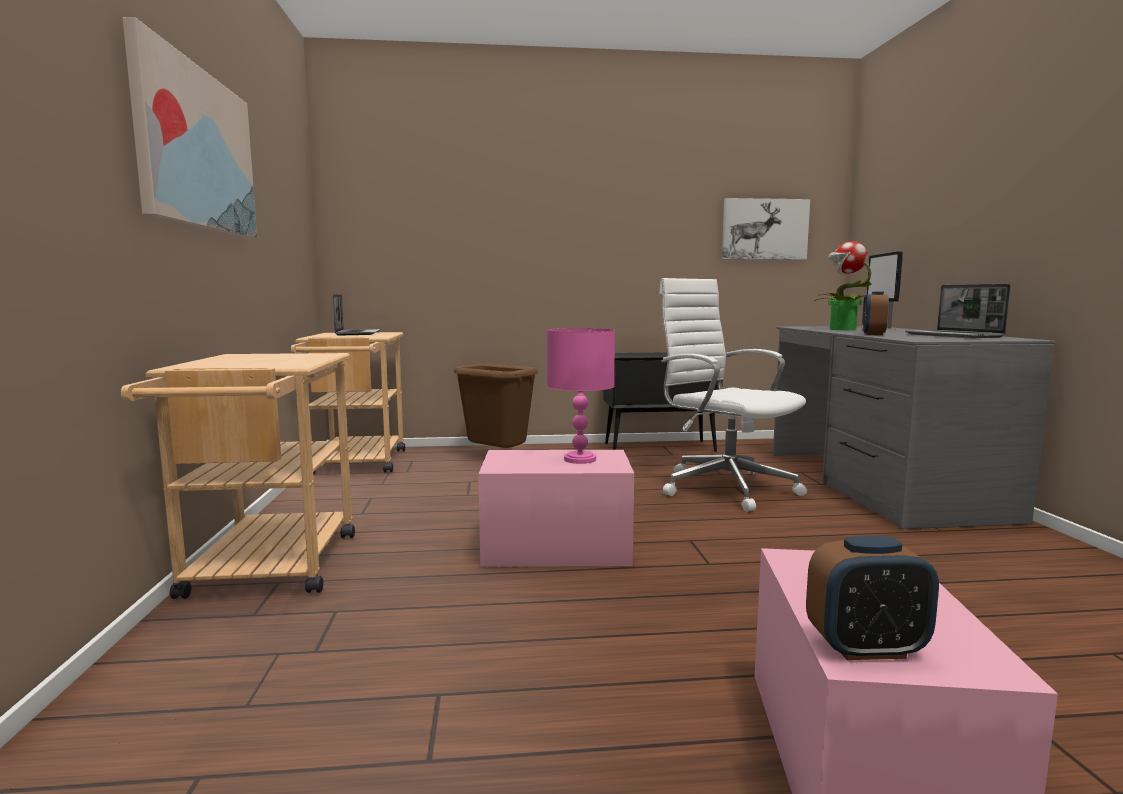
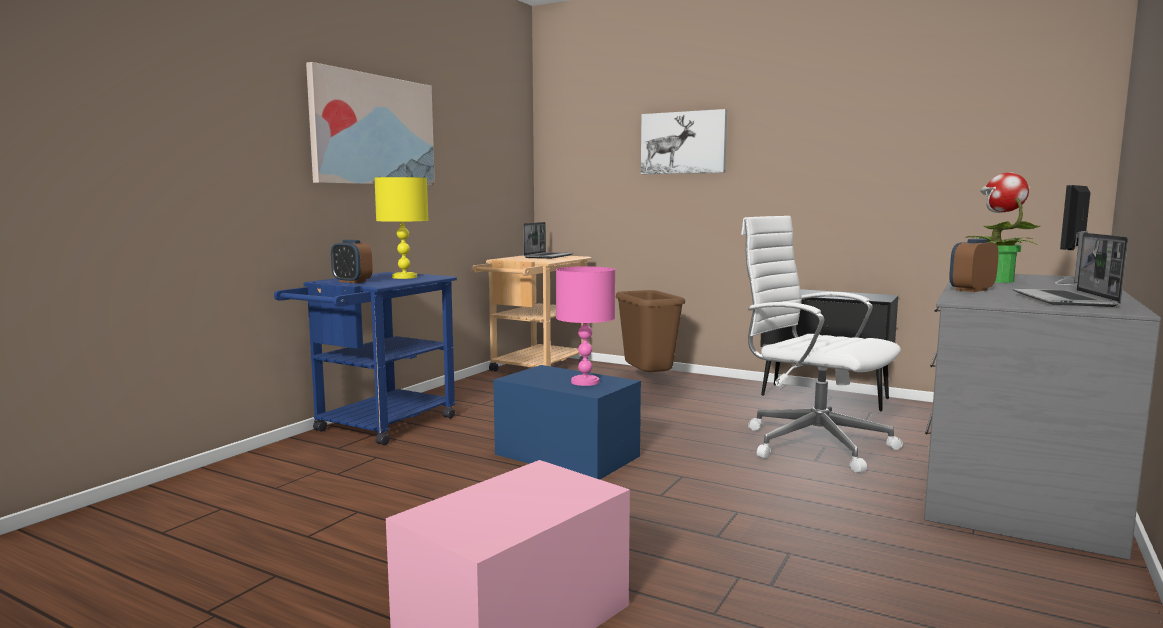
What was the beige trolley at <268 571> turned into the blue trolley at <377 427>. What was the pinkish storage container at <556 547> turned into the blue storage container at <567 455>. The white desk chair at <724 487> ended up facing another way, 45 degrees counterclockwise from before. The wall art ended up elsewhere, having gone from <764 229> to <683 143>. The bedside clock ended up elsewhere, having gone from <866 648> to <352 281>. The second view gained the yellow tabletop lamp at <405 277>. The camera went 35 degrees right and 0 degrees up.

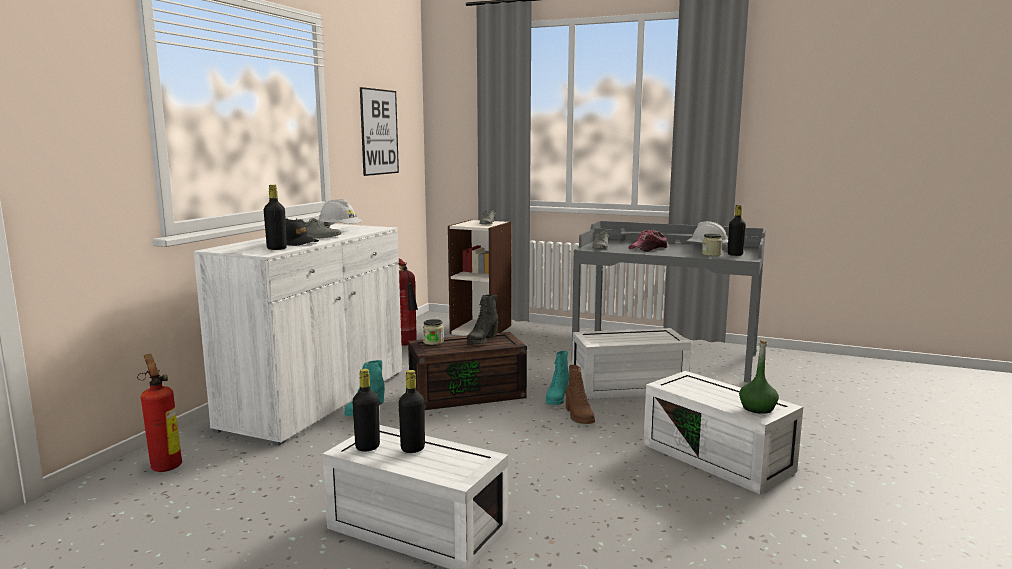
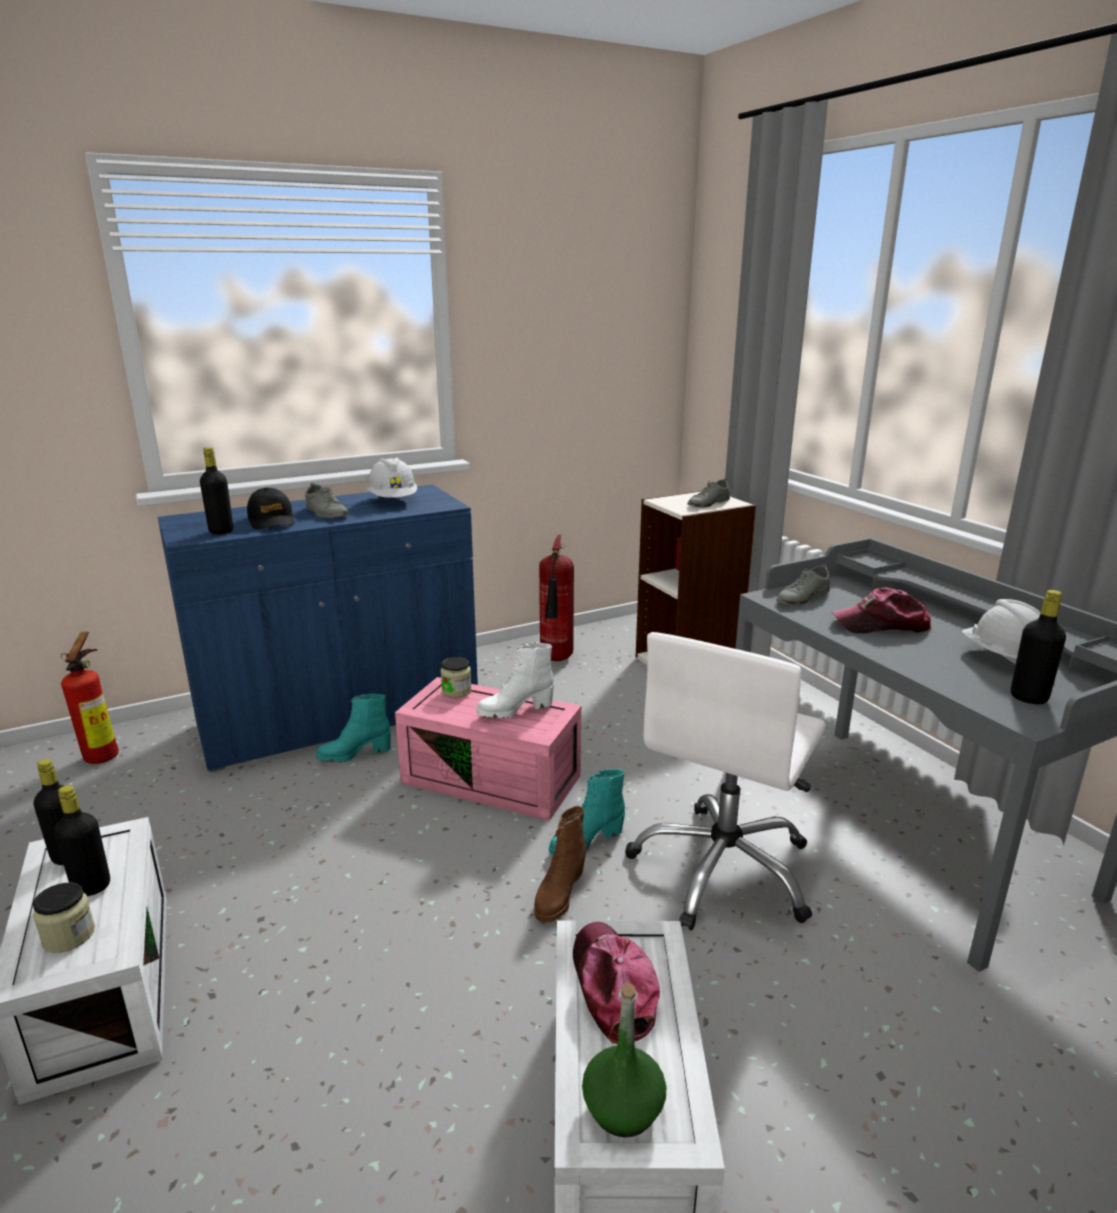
What was the white cabinet at <317 399> turned into the blue cabinet at <340 716>. The second view lost the wall art at <379 132>. What was the brown-coloured storage container at <468 393> turned into the pinkish storage container at <494 778>. What was the black-coloured tall boot at <481 340> turned into the white tall boot at <515 710>. Where the white storage container stood at <627 387>, the white desk chair came to stand at <723 869>. The storage jar ended up elsewhere, having gone from <711 254> to <69 936>. The second view gained the cap at <612 986>. The camera went 40 degrees right and 10 degrees up.

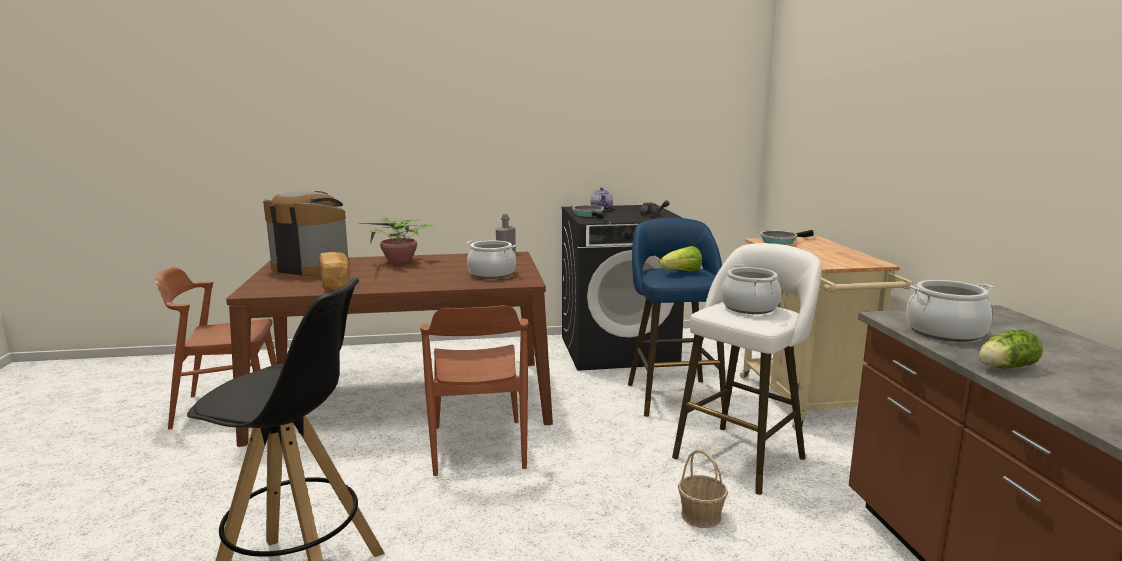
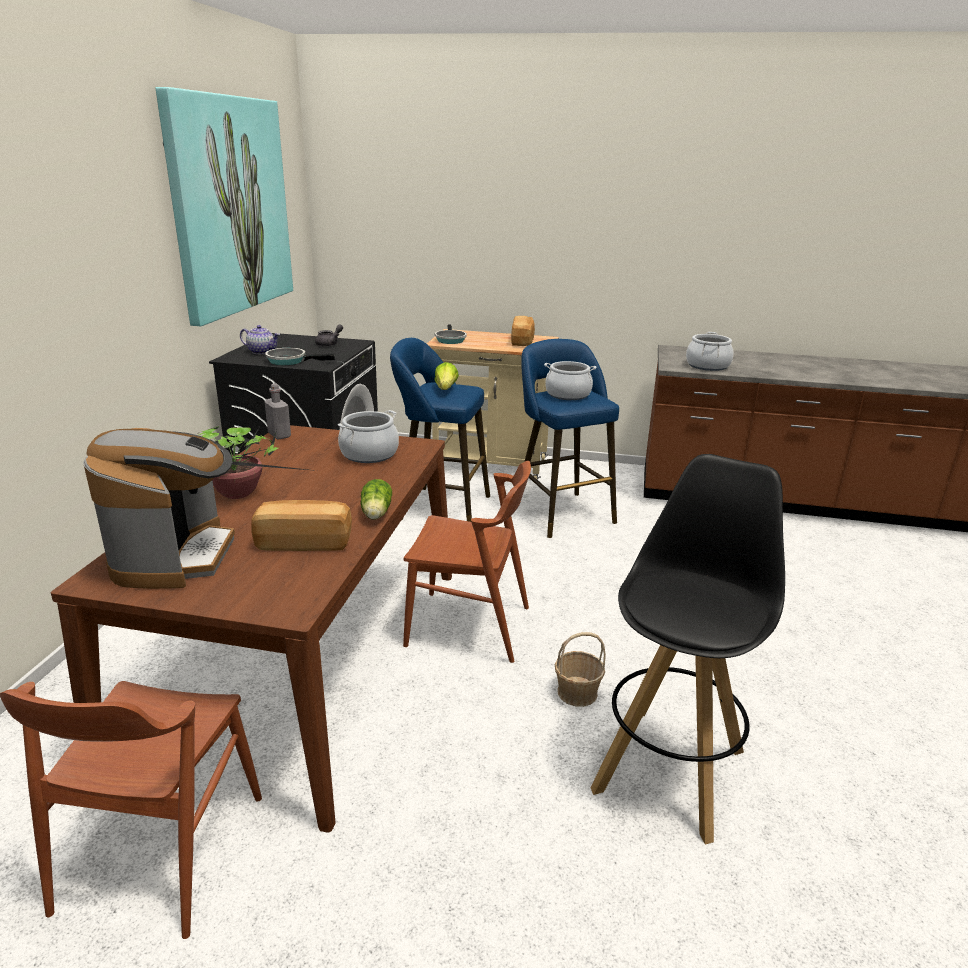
The coffee machine at <311 267> ended up facing another way, 135 degrees clockwise from before. What was the white stool seat at <742 455> turned into the blue stool seat at <560 512>. The storage basket ended up elsewhere, having gone from <701 516> to <577 692>. The head of lettuce ended up elsewhere, having gone from <1003 367> to <376 514>. The second view gained the wall art at <229 206>. The second view gained the bread at <523 341>. The camera went 70 degrees left and 10 degrees up.

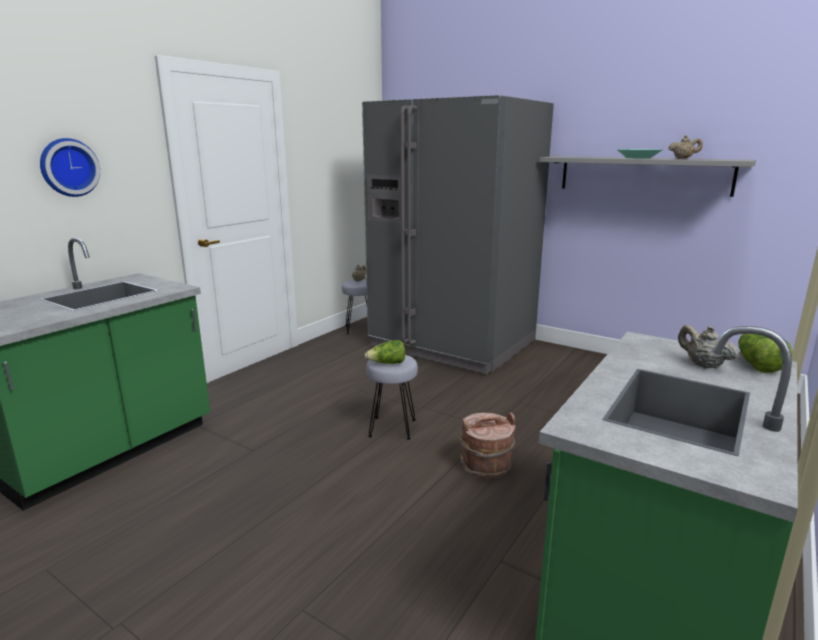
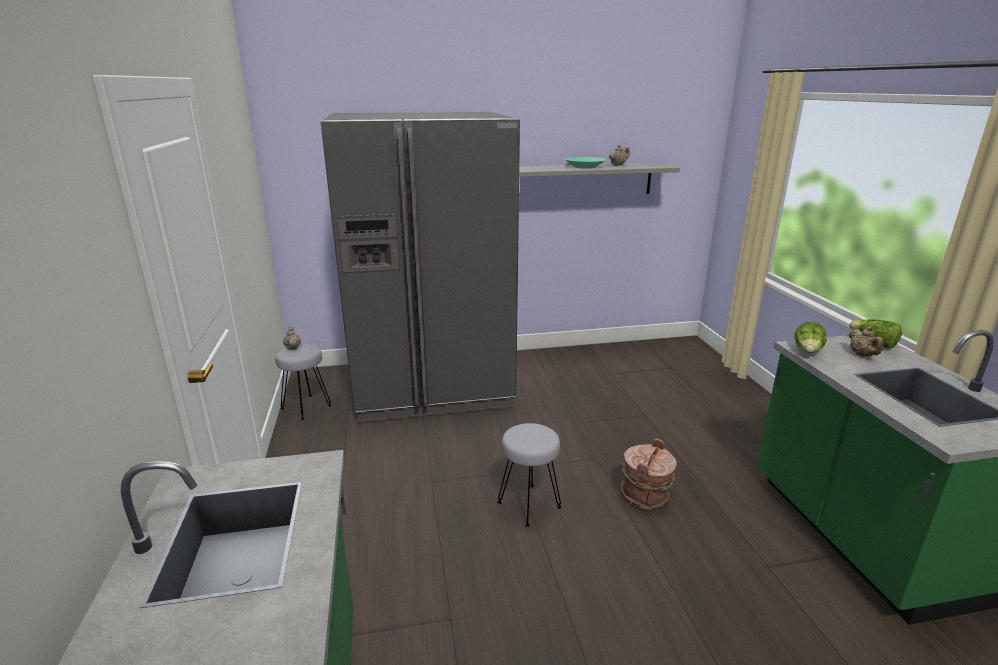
The second view lost the hanging clock at <68 167>. The head of lettuce ended up elsewhere, having gone from <387 363> to <808 351>. The beige pot for tea at <703 365> ended up facing another way, 105 degrees counterclockwise from before. The camera went 45 degrees left and 5 degrees up.

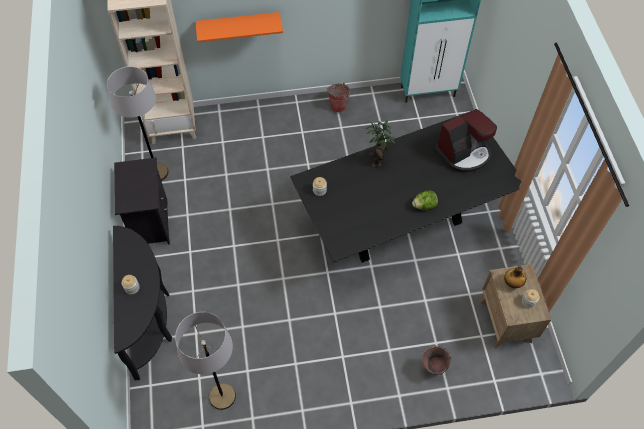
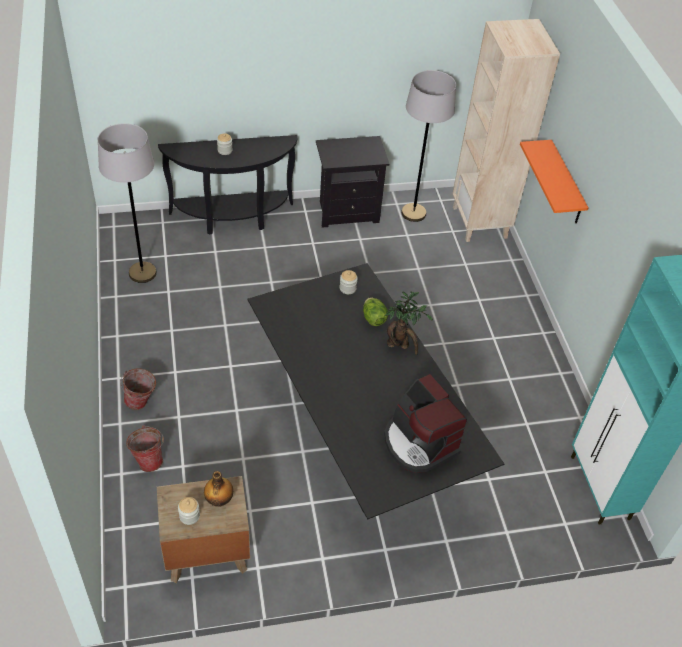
The water bucket ended up elsewhere, having gone from <338 105> to <141 402>. The head of lettuce ended up elsewhere, having gone from <424 205> to <373 319>. The camera went 85 degrees right and 10 degrees down.

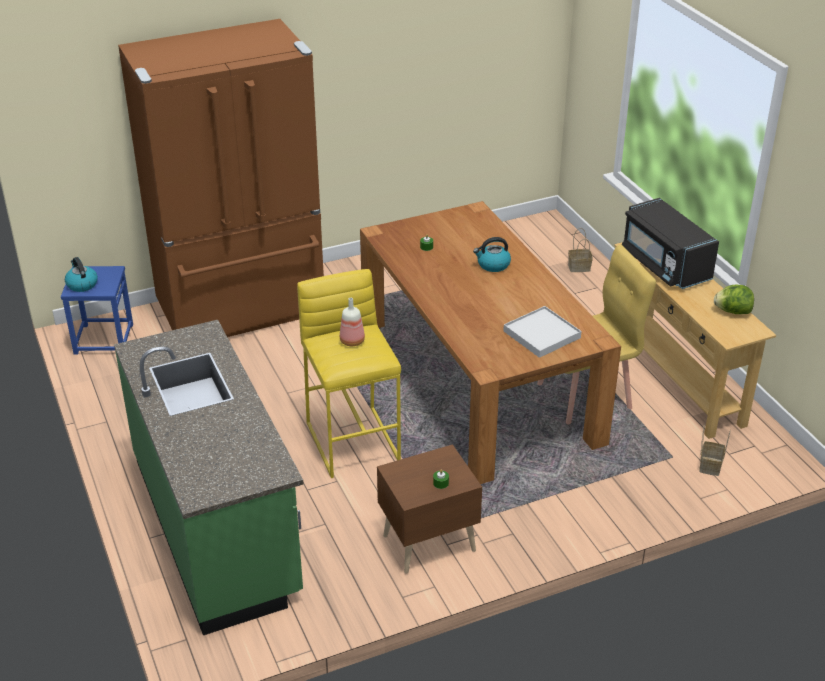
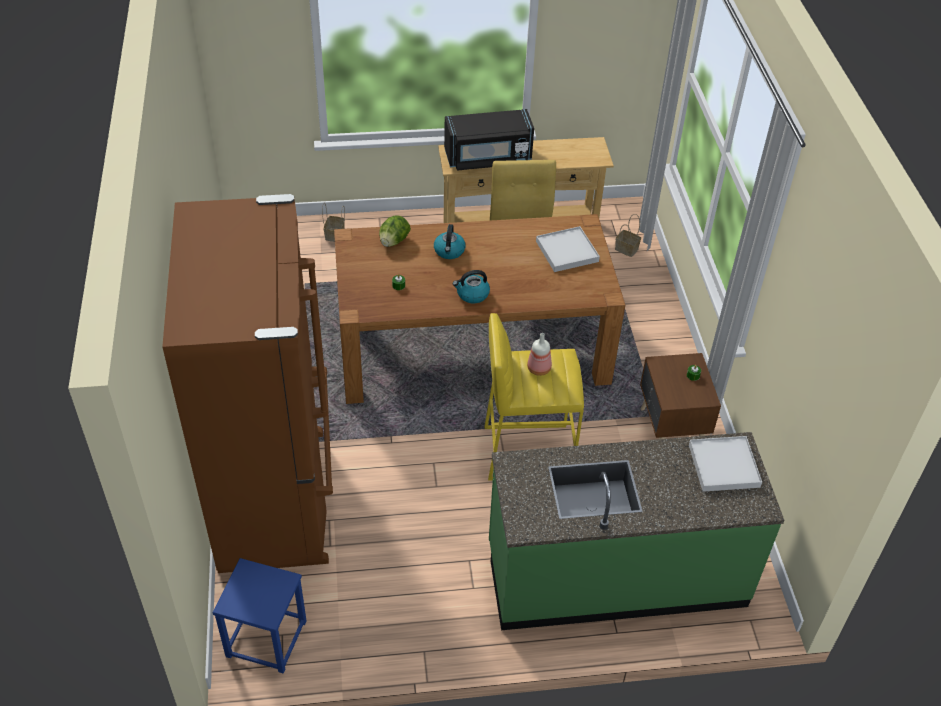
The kettle ended up elsewhere, having gone from <81 284> to <472 294>. The head of lettuce ended up elsewhere, having gone from <732 311> to <394 241>. The second view gained the white serving tray at <724 466>. The camera went 75 degrees left and 10 degrees up.

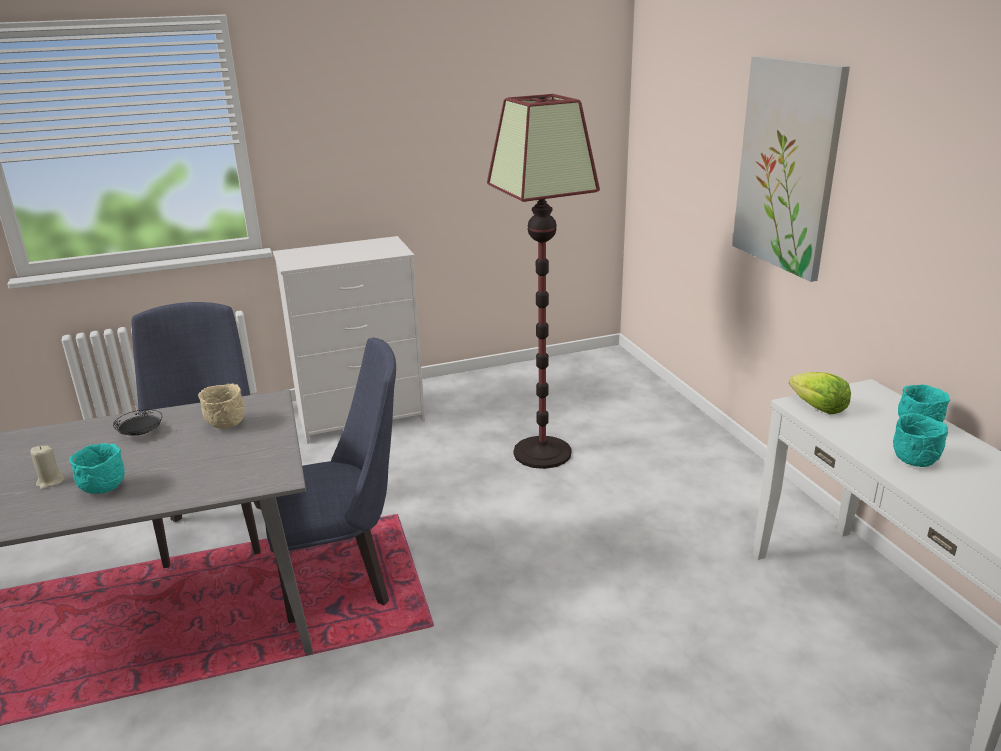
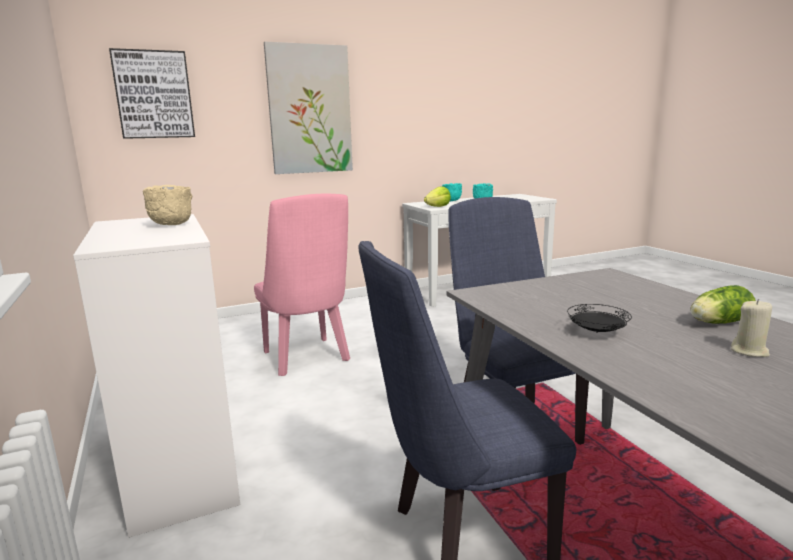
Where the blue-green deep dish stood at <103 490>, the head of lettuce came to stand at <717 323>. The beige deep dish ended up elsewhere, having gone from <227 424> to <170 225>. Where the standard lamp stood at <541 453>, the pinkish chair came to stand at <308 359>. The second view gained the wall art at <154 95>. The camera went 95 degrees left and 10 degrees down.

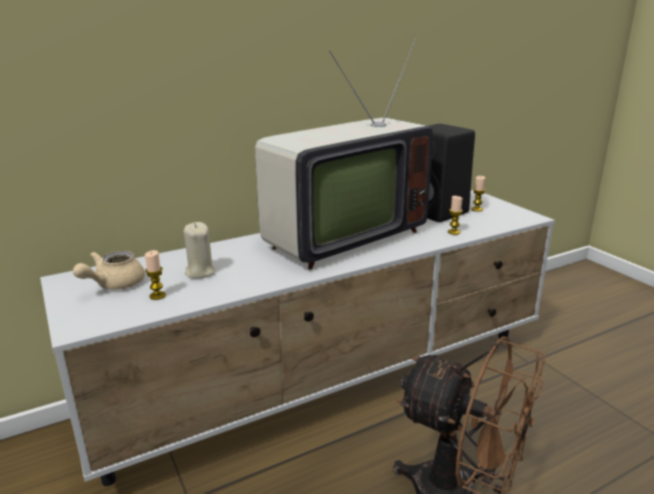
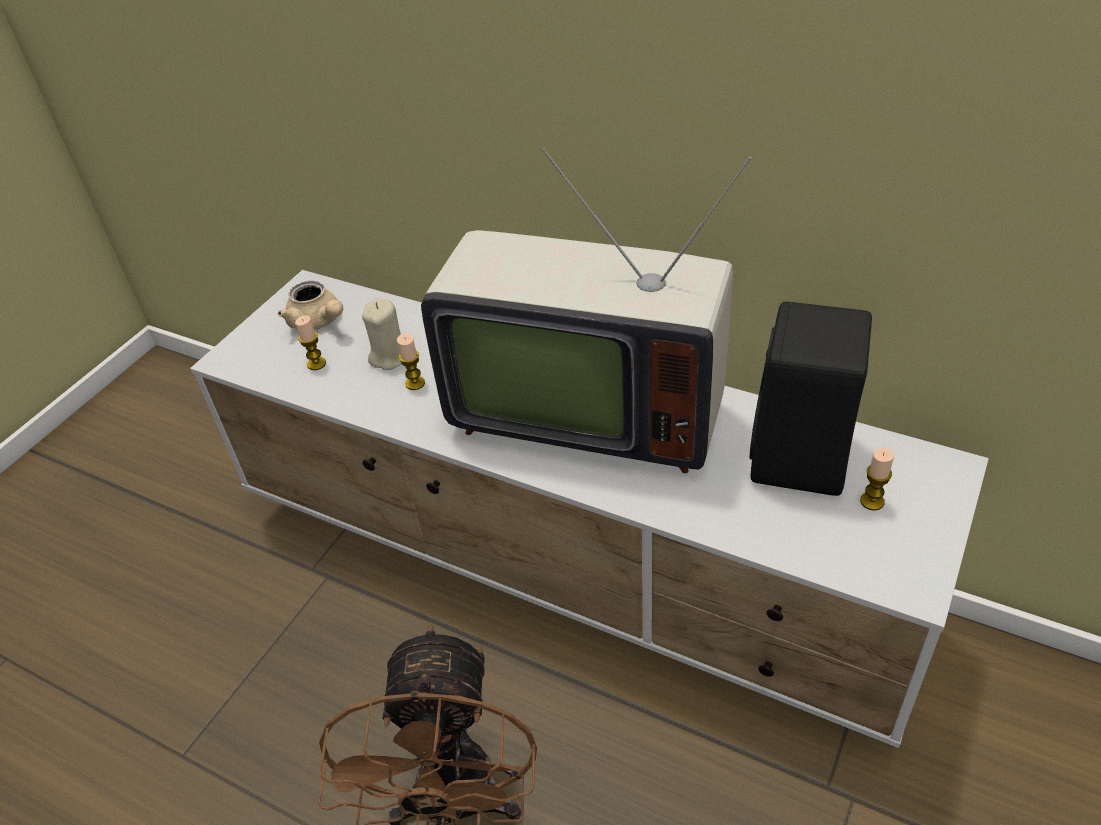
The beige pot for tea at <114 285> ended up facing another way, 135 degrees counterclockwise from before. The wax light ended up elsewhere, having gone from <454 232> to <415 383>. The camera went 60 degrees right and 20 degrees up.

